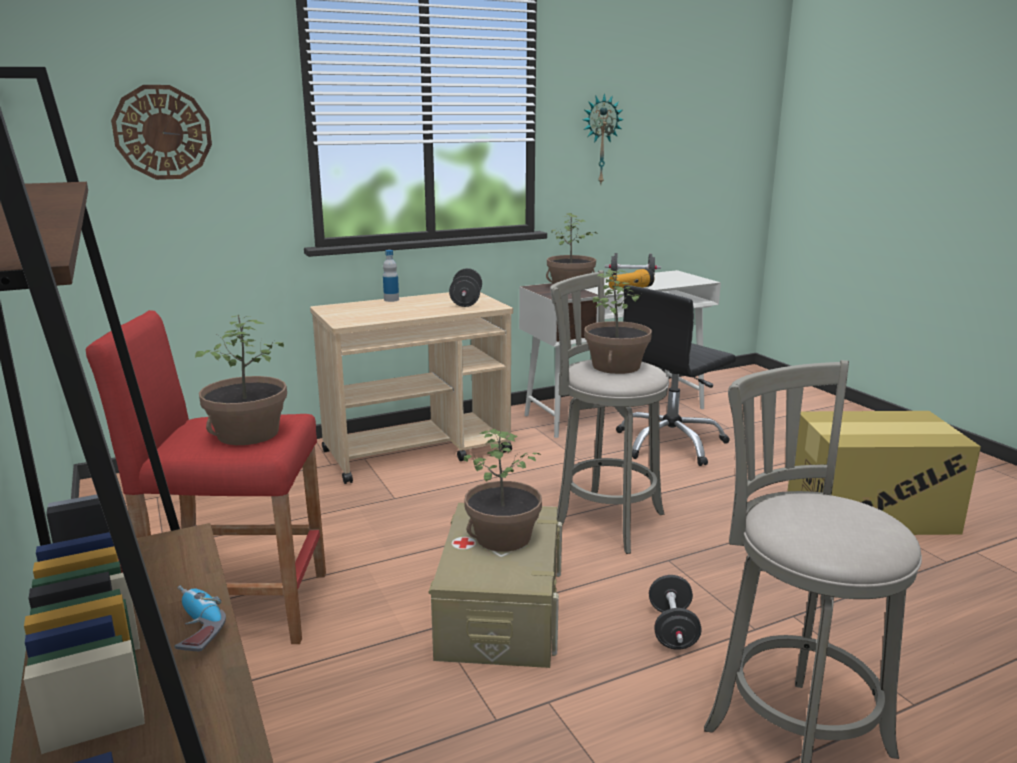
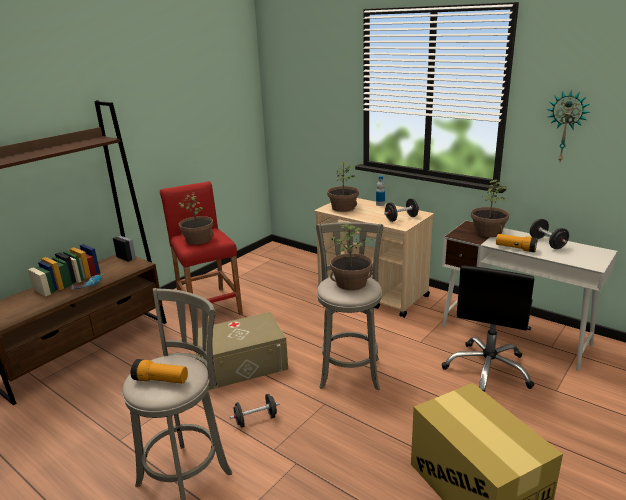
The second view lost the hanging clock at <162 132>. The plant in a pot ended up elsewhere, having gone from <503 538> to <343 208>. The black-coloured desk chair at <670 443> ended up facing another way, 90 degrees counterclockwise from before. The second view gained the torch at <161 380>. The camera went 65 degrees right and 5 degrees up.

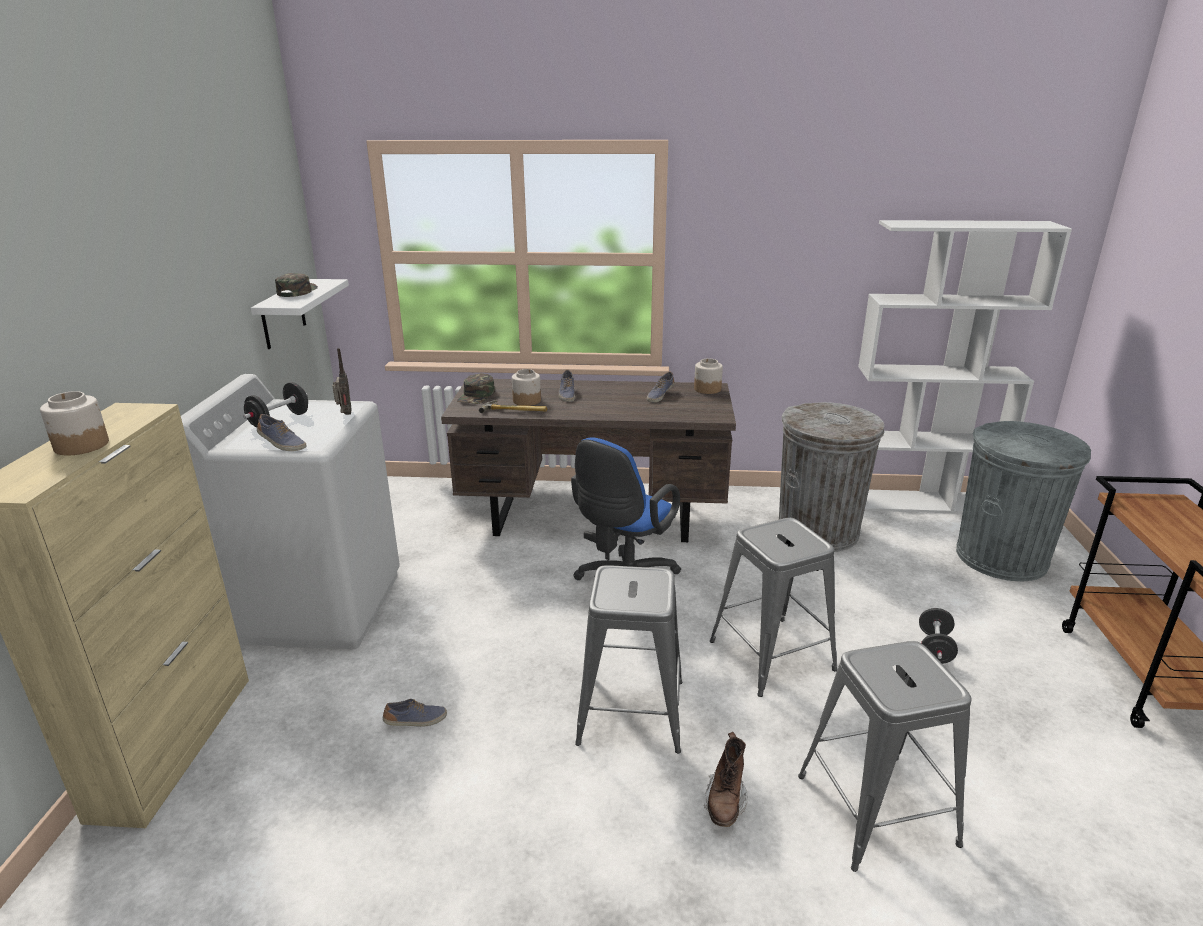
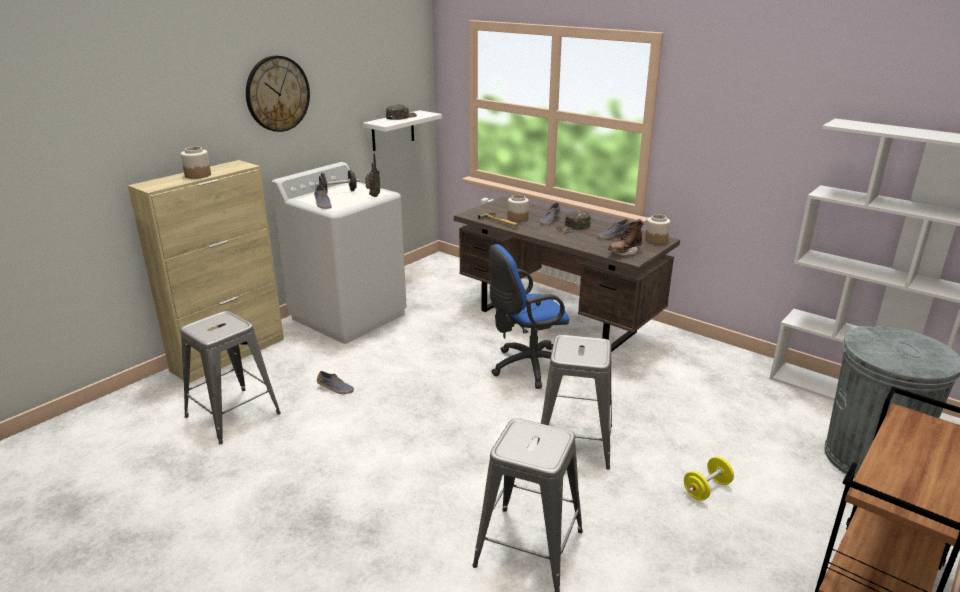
The greenish cap ended up elsewhere, having gone from <477 396> to <573 227>. The grey stool seat ended up elsewhere, having gone from <631 712> to <232 415>. The brown-coloured tall boot ended up elsewhere, having gone from <725 802> to <624 252>. The second view lost the grey trash can at <818 531>. What was the black-coloured hand weight at <934 648> turned into the yellow hand weight at <706 489>. The second view gained the hanging clock at <277 94>. The camera went 35 degrees right and 0 degrees up.

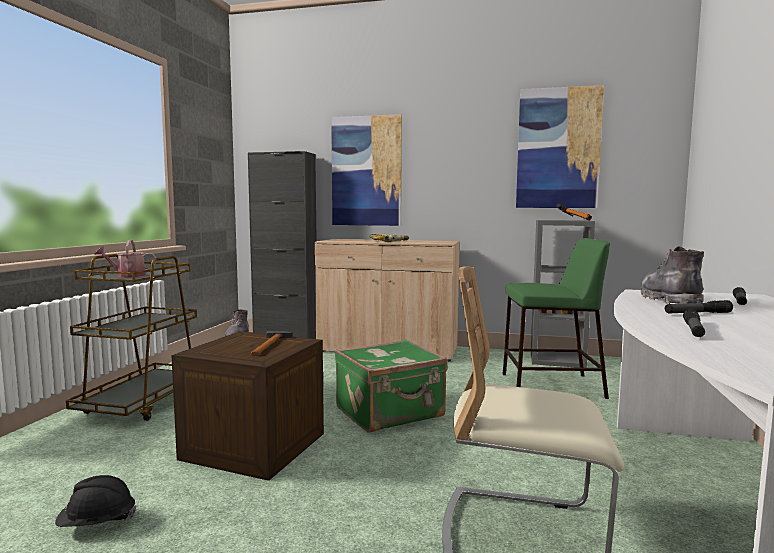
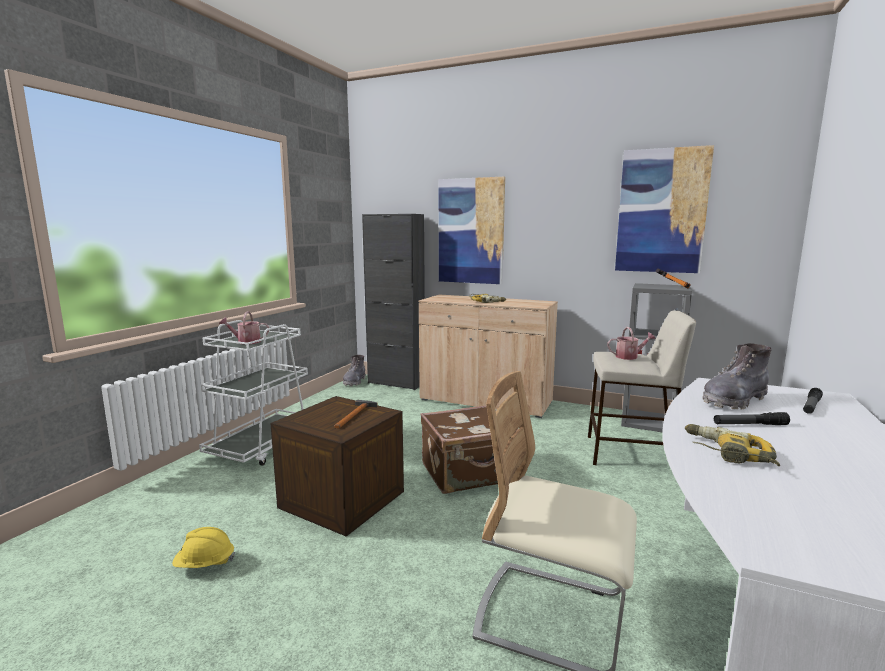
What was the black-coloured hard hat at <97 523> turned into the yellow hard hat at <205 564>. What was the brown-coloured trolley at <143 403> turned into the white trolley at <263 446>. What was the greenish piece of luggage at <390 413> turned into the brown-coloured piece of luggage at <469 473>. What was the greenish stool seat at <550 386> turned into the beige stool seat at <631 453>. The grey tall boot at <670 300> ended up facing another way, 135 degrees counterclockwise from before. Where the torch stood at <693 330>, the electric drill came to stand at <727 453>. The second view gained the watering pot at <629 357>. The camera went 10 degrees right and 5 degrees up.

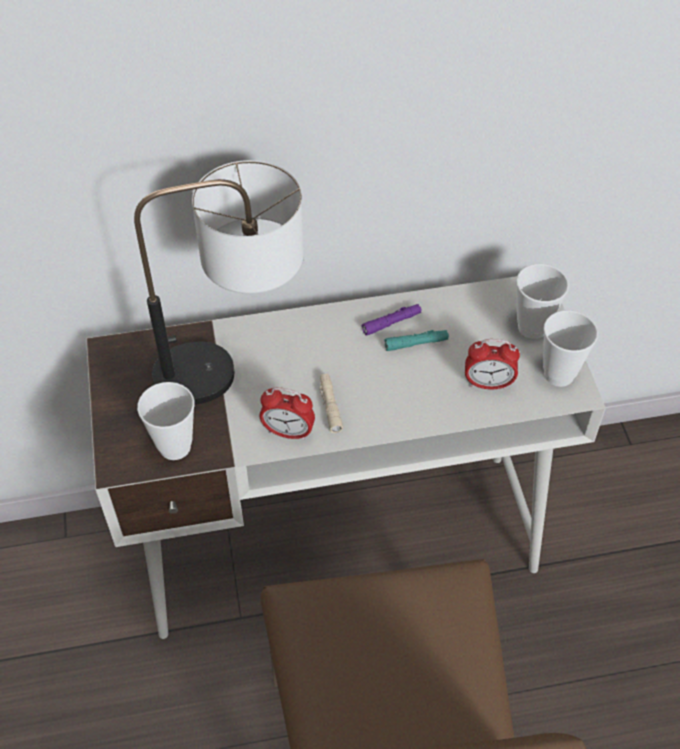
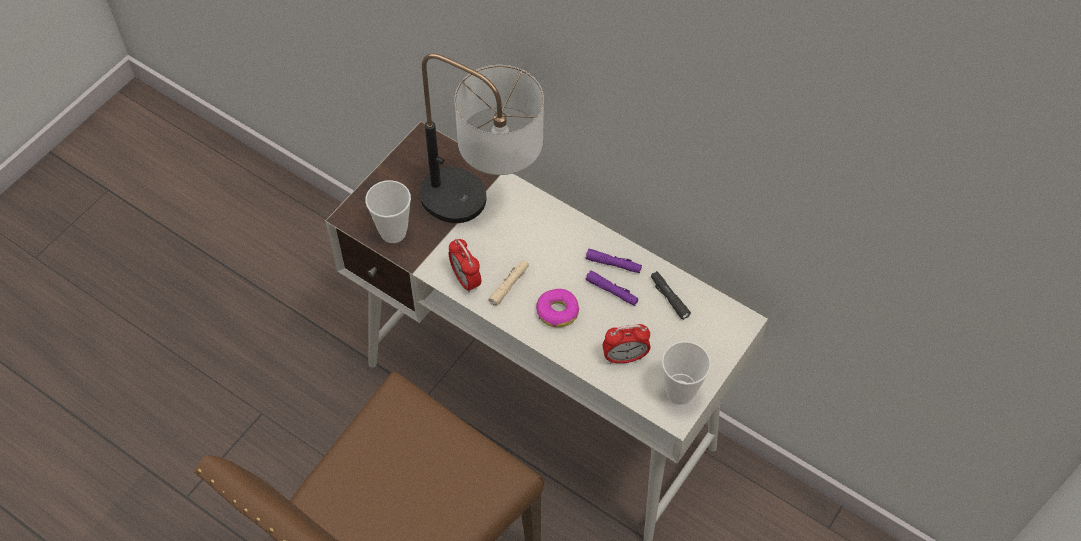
What was the blue-green torch at <416 343> turned into the purplish torch at <612 291>. The bedside clock at <488 384> ended up facing another way, 60 degrees counterclockwise from before. The second view lost the small cup at <532 327>. The second view gained the doughnut at <557 311>. The second view gained the black-coloured torch at <669 298>. The camera went 45 degrees right and 5 degrees up.

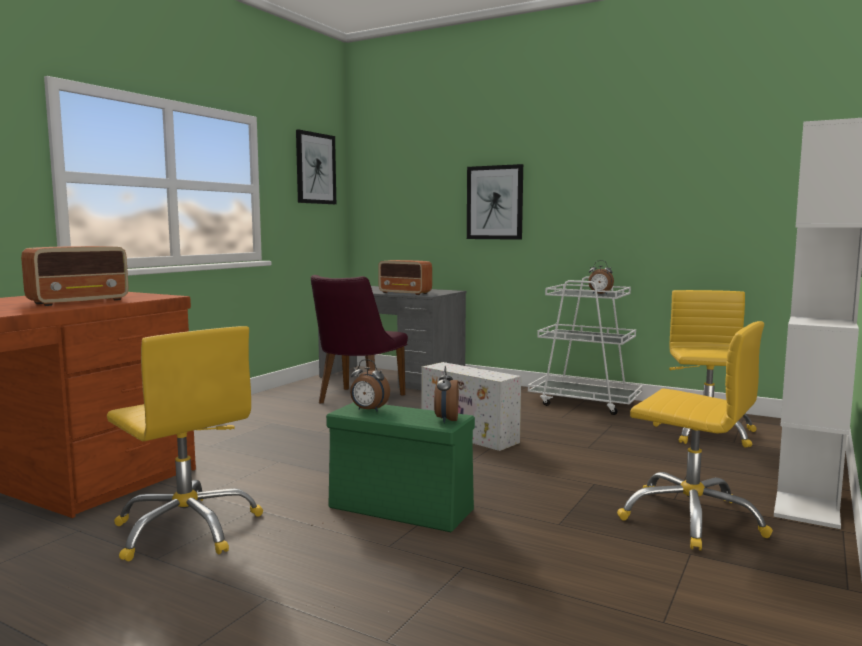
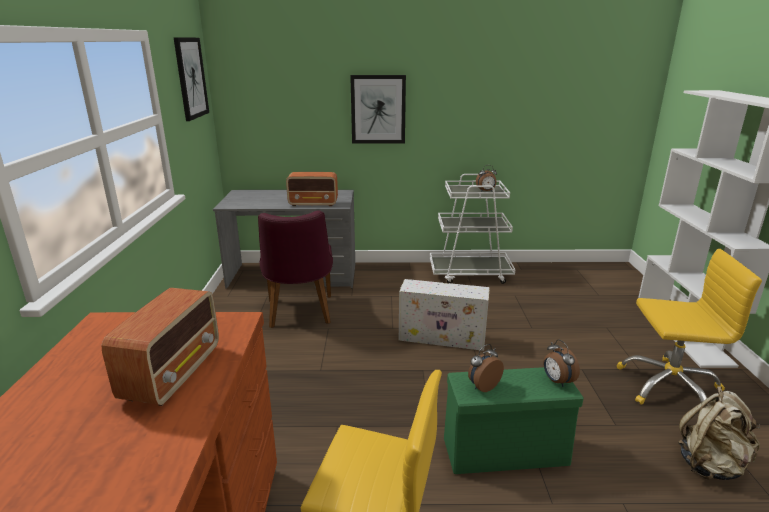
The bedside clock at <368 410> ended up facing another way, 150 degrees clockwise from before. The second view lost the yellow desk chair at <705 432>. The second view gained the beige knapsack at <710 464>. The camera went 30 degrees left and 15 degrees up.

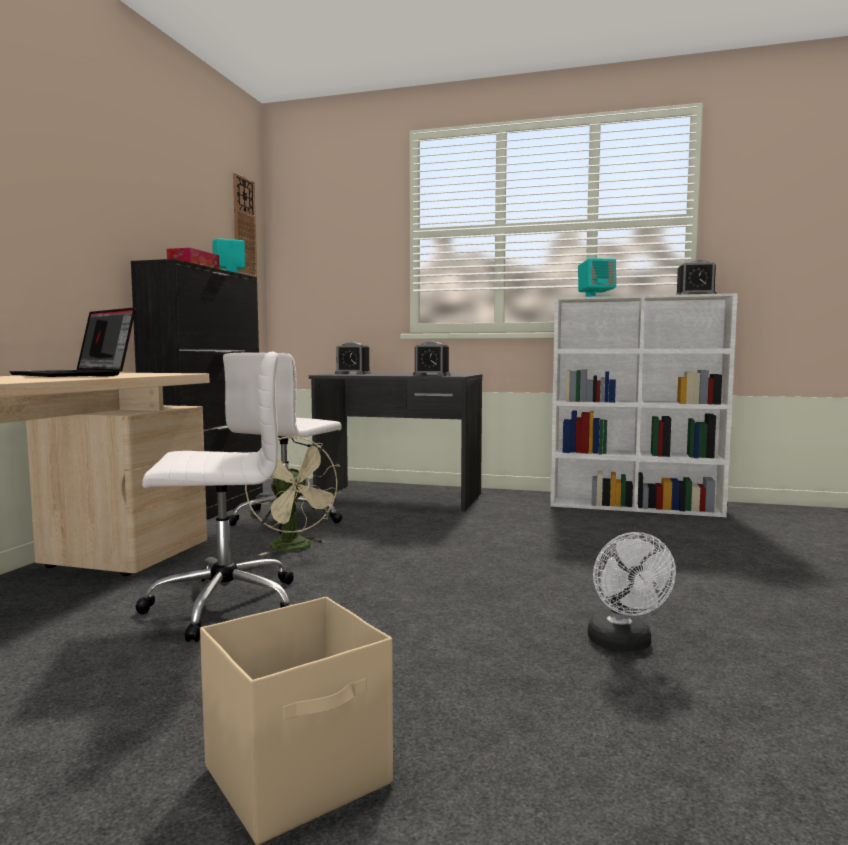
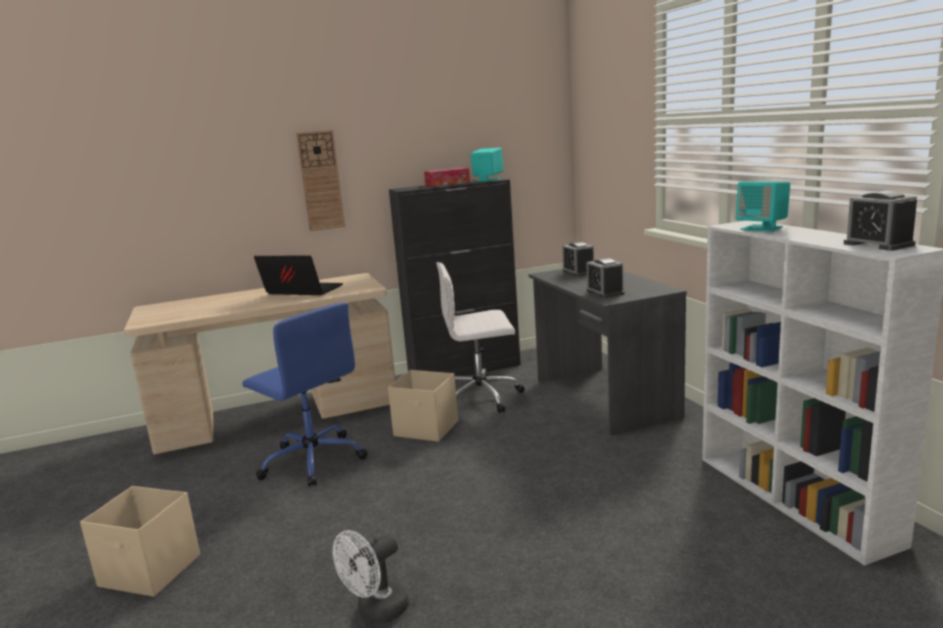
The portable computer at <76 375> ended up facing another way, 105 degrees clockwise from before. What was the white desk chair at <222 605> turned into the blue desk chair at <312 460>. The hanging clock ended up elsewhere, having gone from <244 227> to <321 181>. Where the beige cooling fan stood at <295 548>, the beige storage container came to stand at <427 429>. The camera went 55 degrees right and 10 degrees up.

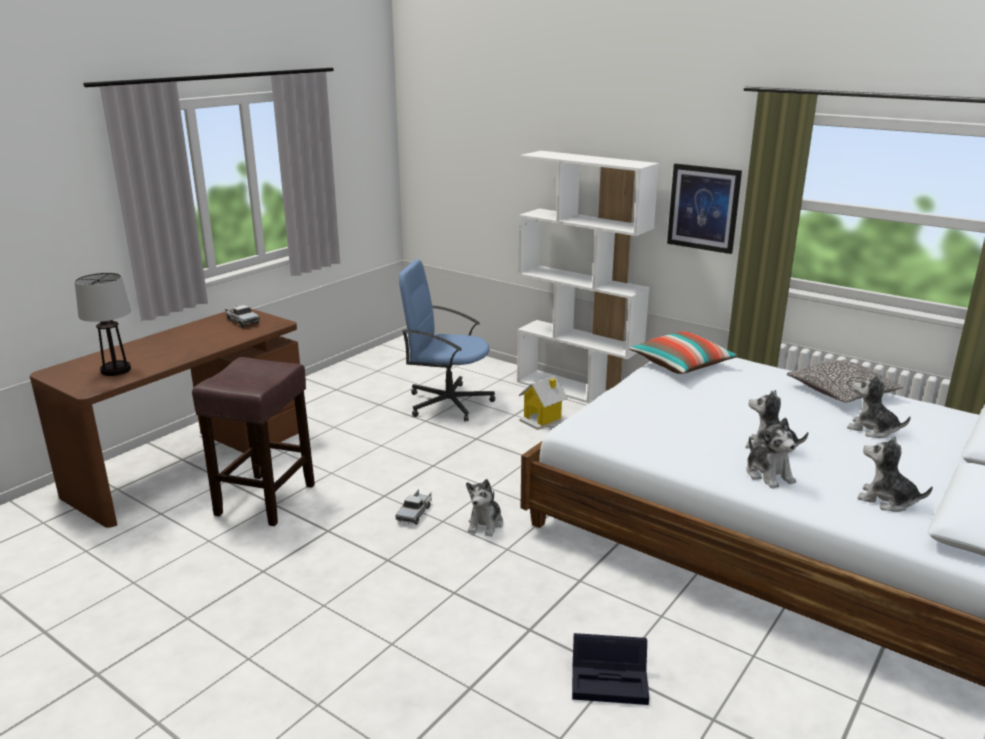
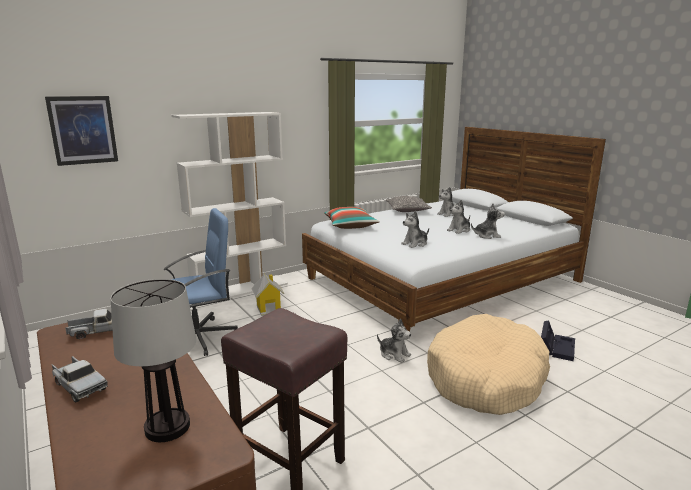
The toy lorry ended up elsewhere, having gone from <415 513> to <79 386>. The blue desk chair at <448 403> ended up facing another way, 150 degrees counterclockwise from before. The wall art ended up elsewhere, having gone from <703 208> to <83 130>. The soft toy ended up elsewhere, having gone from <886 500> to <415 244>. The second view gained the beige dog bed at <486 378>. The camera went 70 degrees left and 5 degrees down.

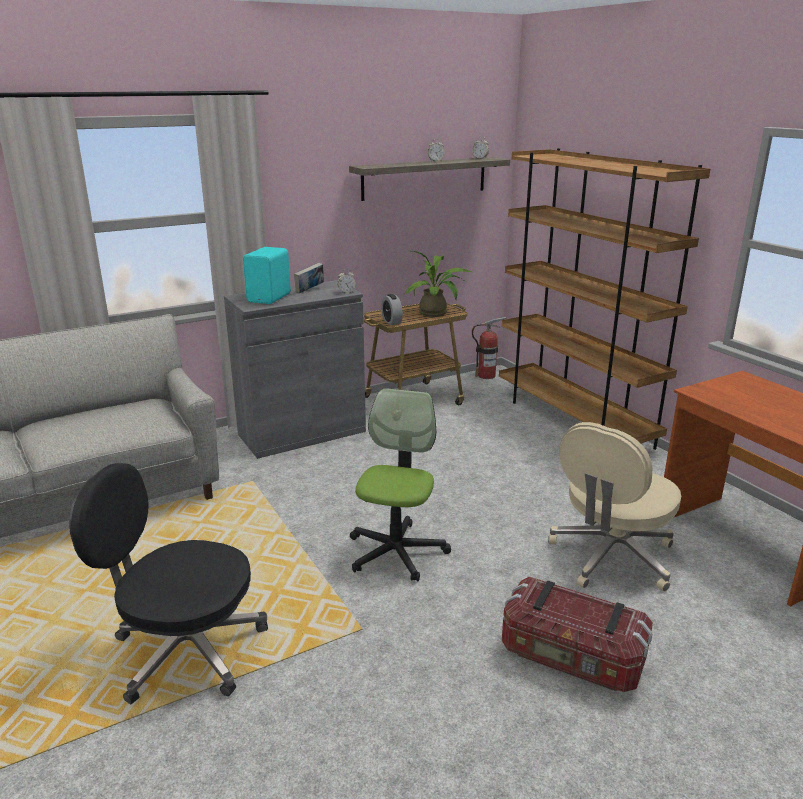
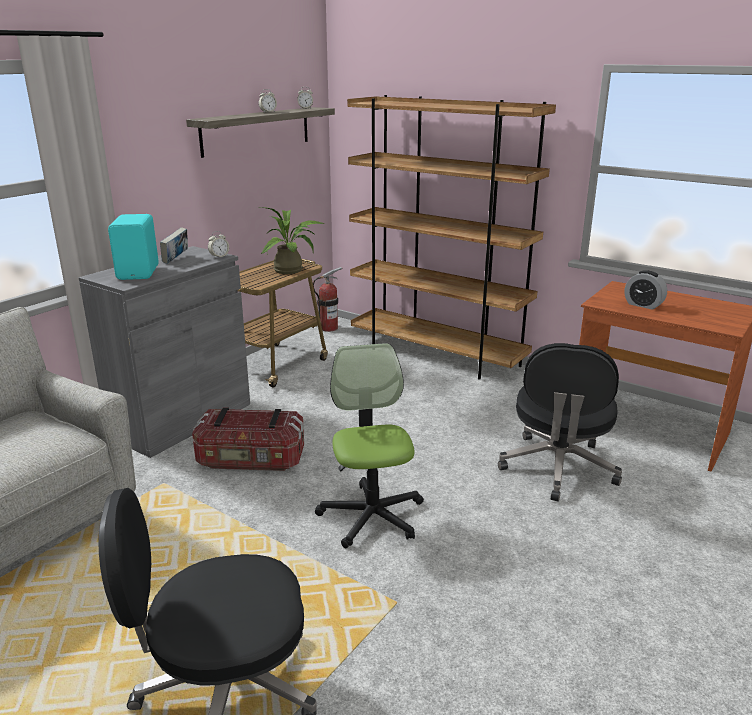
The bedside clock ended up elsewhere, having gone from <391 321> to <643 305>. The storage container ended up elsewhere, having gone from <571 658> to <251 460>. What was the beige desk chair at <611 557> turned into the black-coloured desk chair at <558 468>. The camera went 25 degrees left and 0 degrees up.

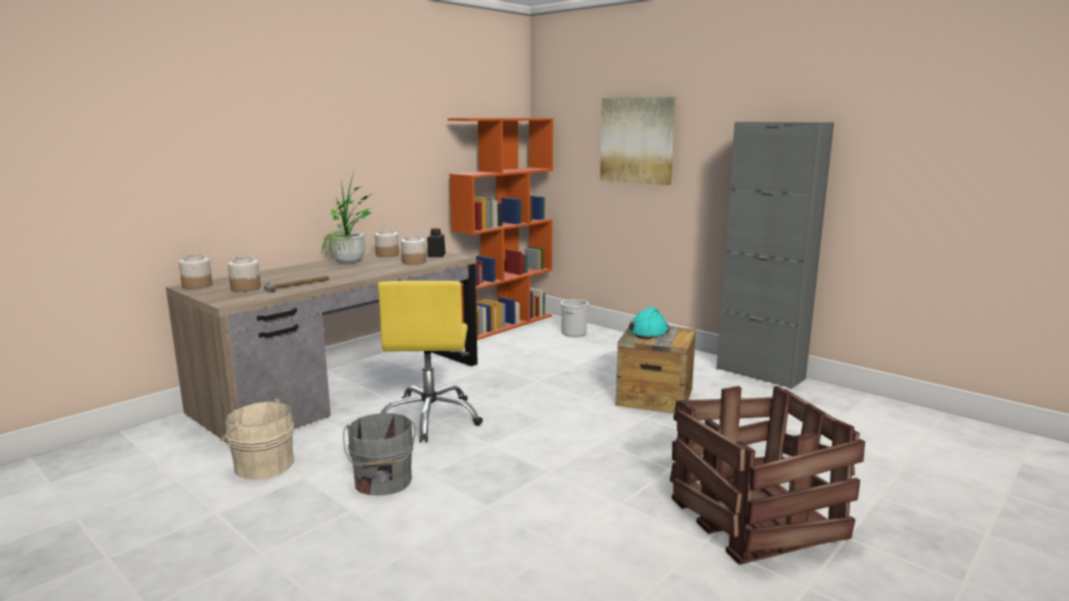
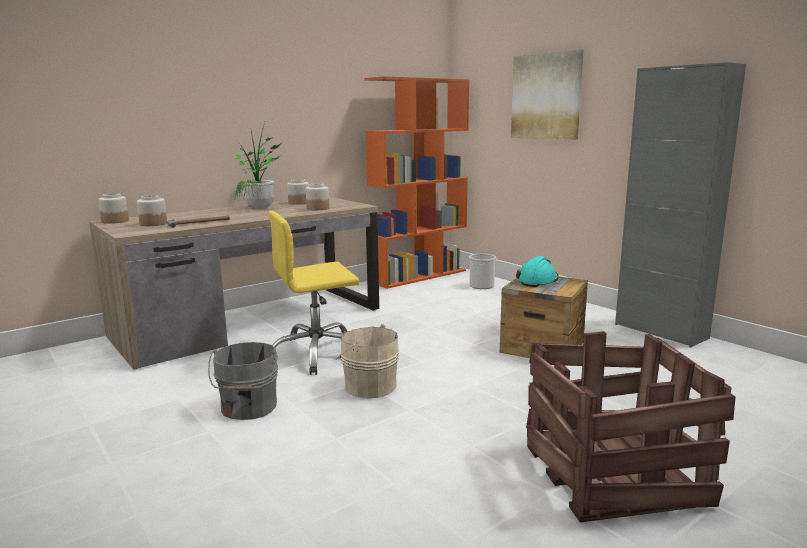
The beige water bucket ended up elsewhere, having gone from <262 465> to <368 386>. The yellow desk chair at <430 418> ended up facing another way, 60 degrees clockwise from before. The second view lost the black-coloured storage jar at <436 255>. The camera went 10 degrees right and 0 degrees up.

